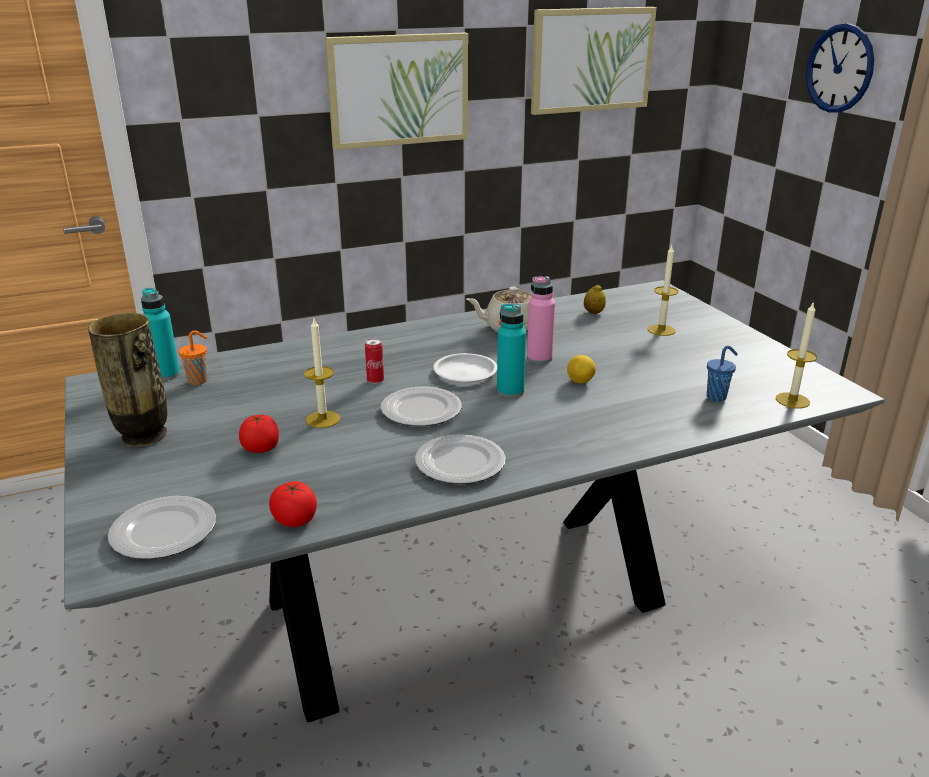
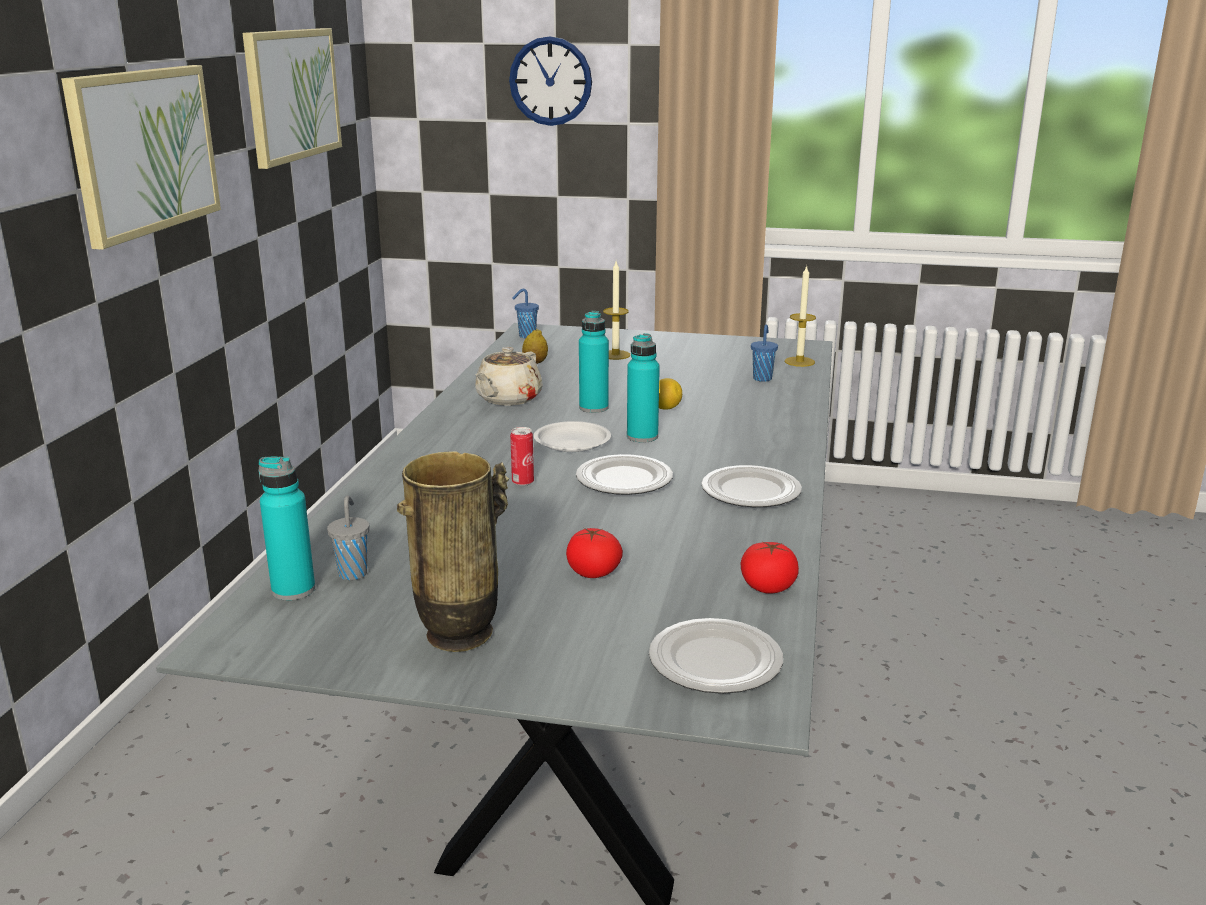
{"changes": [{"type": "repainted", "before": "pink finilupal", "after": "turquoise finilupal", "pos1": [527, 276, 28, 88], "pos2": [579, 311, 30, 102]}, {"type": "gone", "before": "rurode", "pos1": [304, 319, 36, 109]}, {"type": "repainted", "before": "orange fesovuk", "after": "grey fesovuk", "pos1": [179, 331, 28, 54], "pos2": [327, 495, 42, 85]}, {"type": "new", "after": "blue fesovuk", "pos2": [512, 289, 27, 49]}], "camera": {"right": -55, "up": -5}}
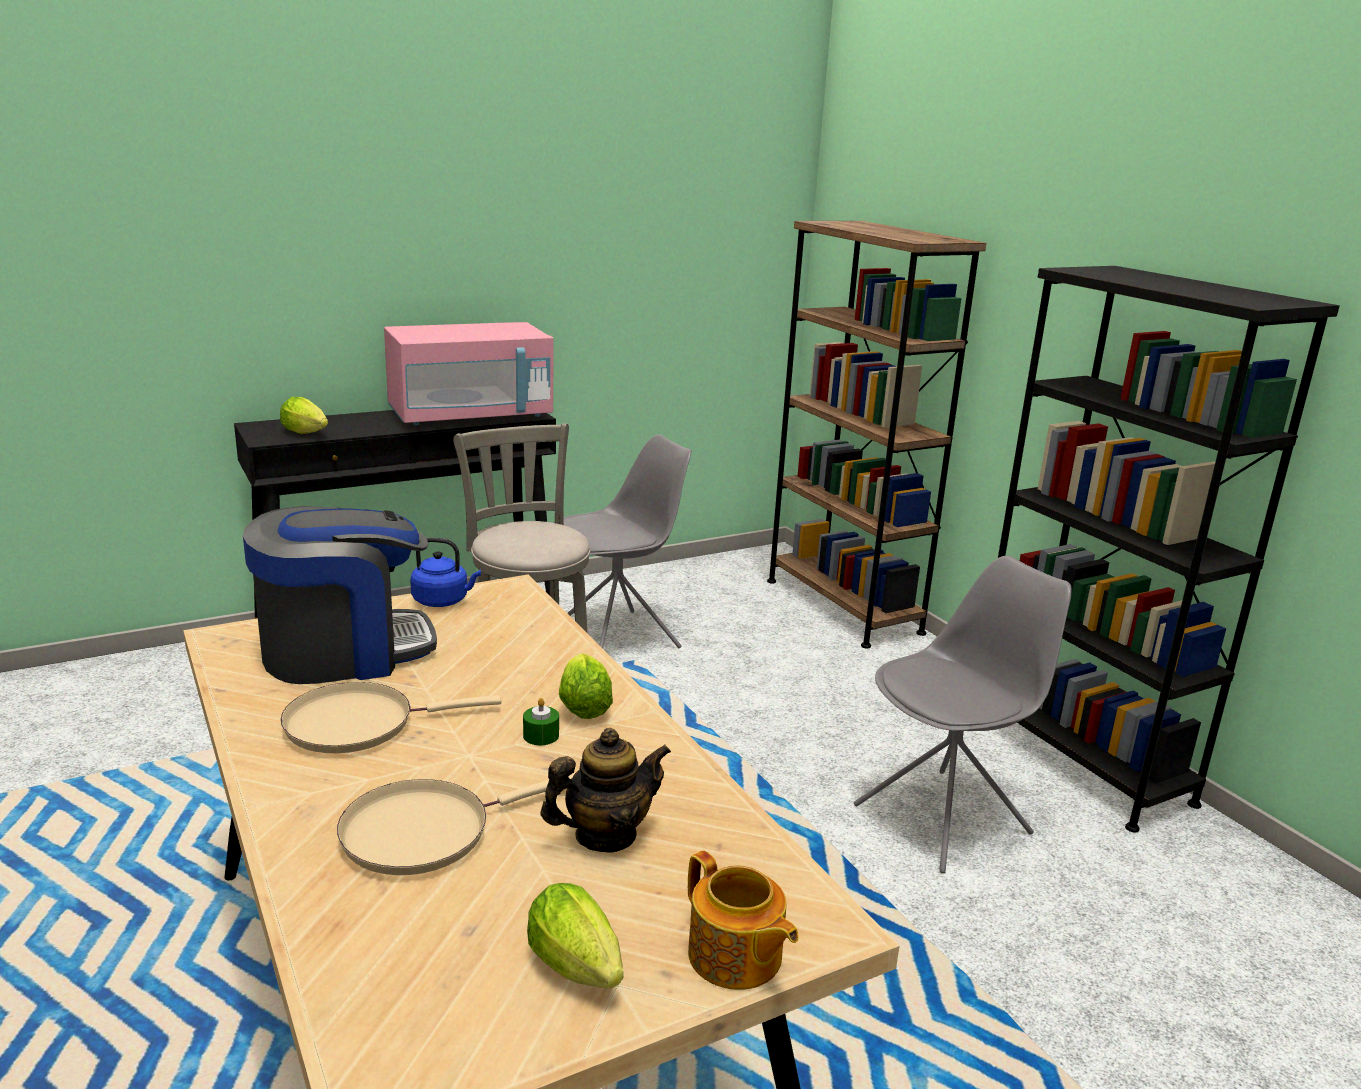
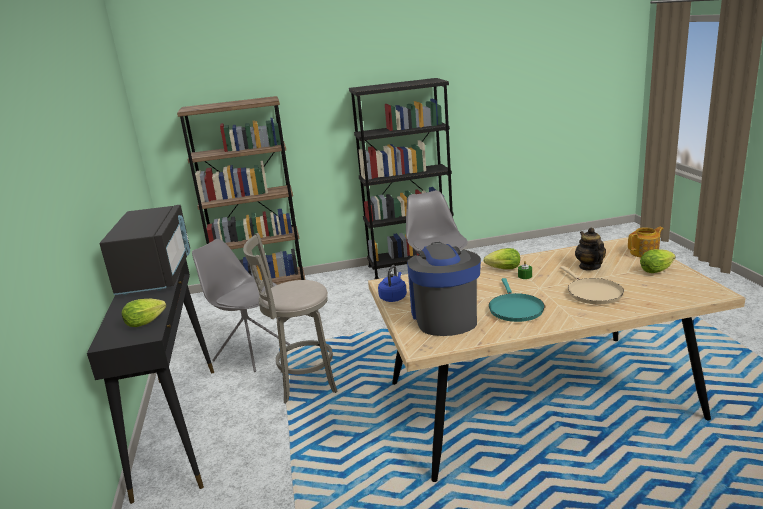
{"changes": [{"type": "repainted", "before": "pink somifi", "after": "black somifi", "pos1": [384, 322, 170, 103], "pos2": [100, 205, 90, 90]}, {"type": "rotated", "before": "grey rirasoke", "pos1": [563, 435, 129, 214], "pos2": [192, 239, 98, 133], "turn": -45}, {"type": "repainted", "before": "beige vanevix", "after": "turquoise vanevix", "pos1": [280, 682, 222, 71], "pos2": [489, 278, 56, 44]}], "camera": {"right": -70, "up": 0}}
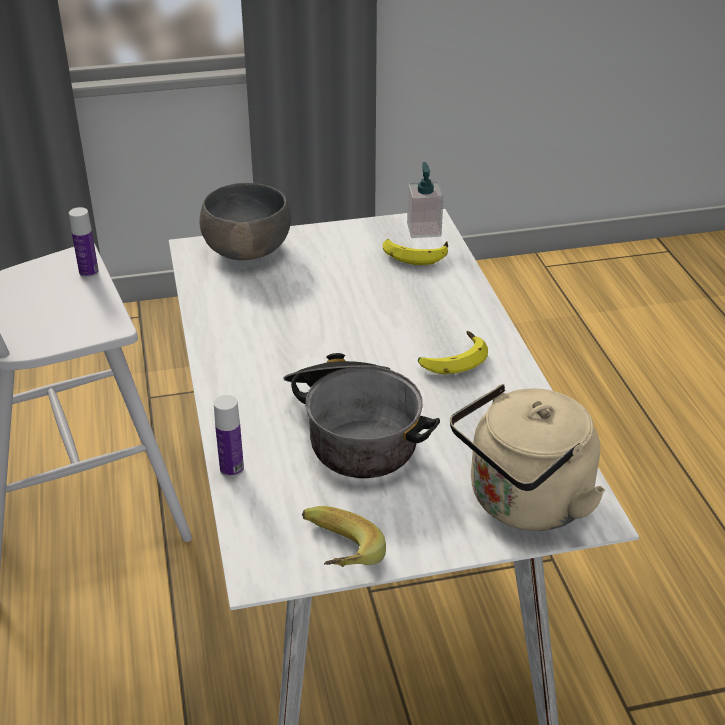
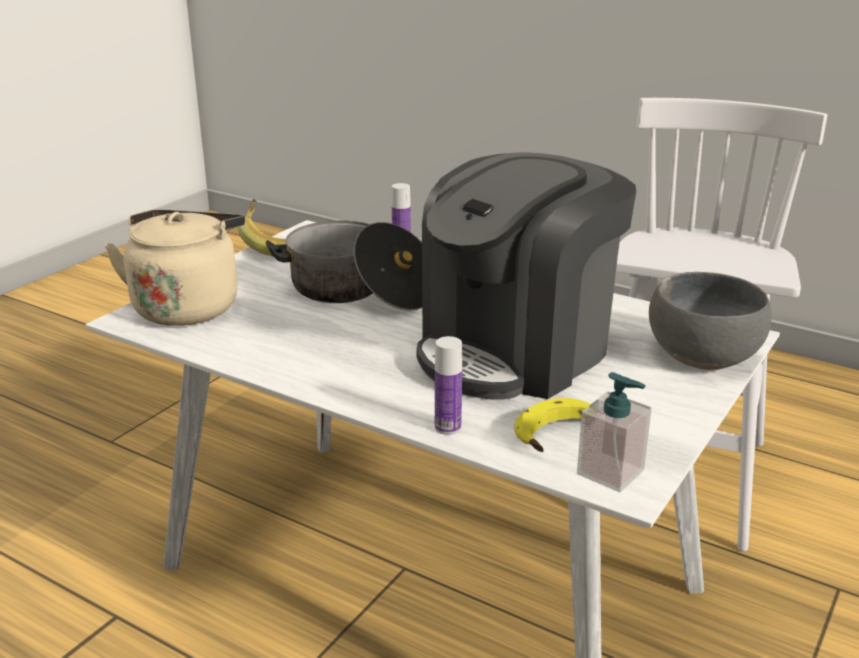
{"changes": [{"type": "shifted", "before": "finilupal", "pos1": [69, 207, 30, 71], "pos2": [435, 336, 27, 99]}, {"type": "gone", "before": "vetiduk", "pos1": [418, 331, 70, 43]}, {"type": "new", "after": "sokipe", "pos2": [416, 152, 220, 248]}], "camera": {"right": 135, "up": -10}}
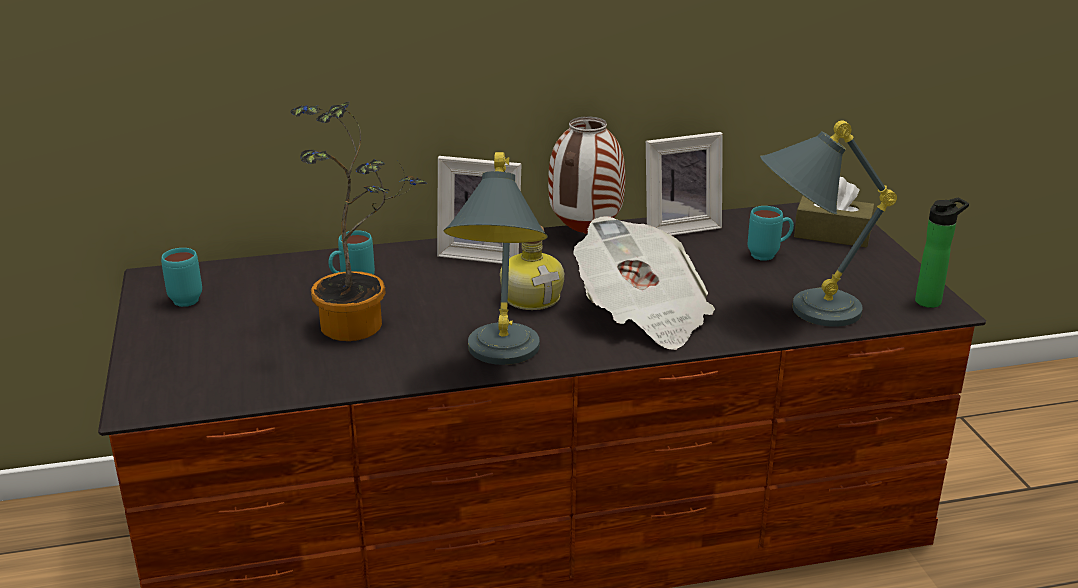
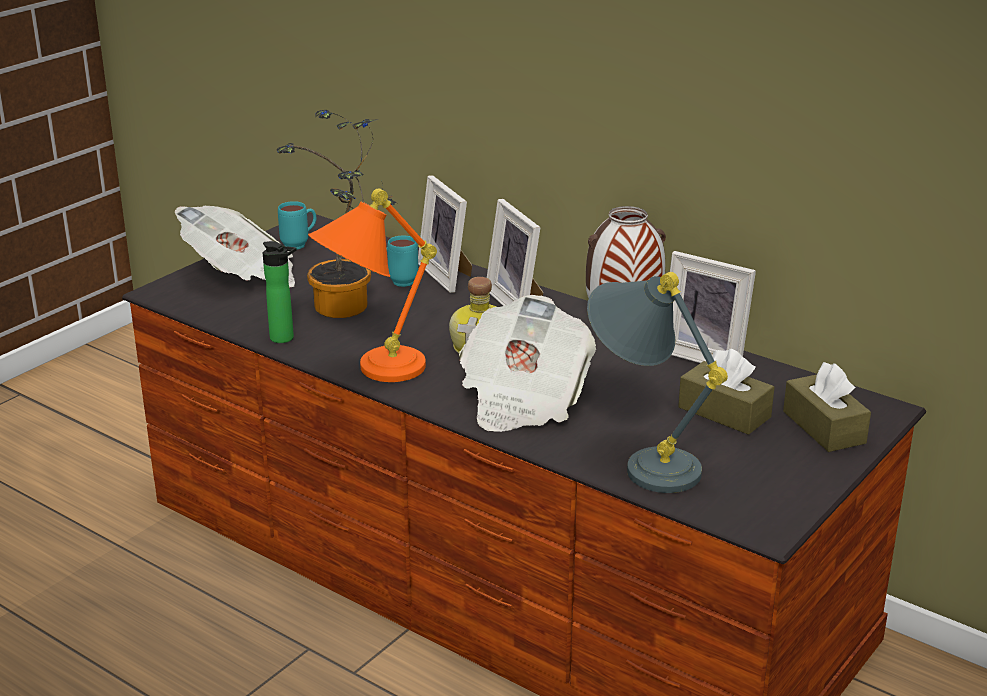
{"changes": [{"type": "repainted", "before": "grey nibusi", "after": "orange nibusi", "pos1": [443, 152, 105, 213], "pos2": [308, 188, 129, 194]}, {"type": "shifted", "before": "finilupal", "pos1": [915, 198, 54, 110], "pos2": [263, 241, 34, 102]}, {"type": "swapped", "before": "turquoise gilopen", "after": "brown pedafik", "pos1": [748, 206, 46, 55], "pos2": [678, 349, 96, 86]}, {"type": "new", "after": "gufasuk", "pos2": [418, 176, 54, 117]}, {"type": "new", "after": "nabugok", "pos2": [175, 206, 120, 81]}], "camera": {"right": 50, "up": 0}}
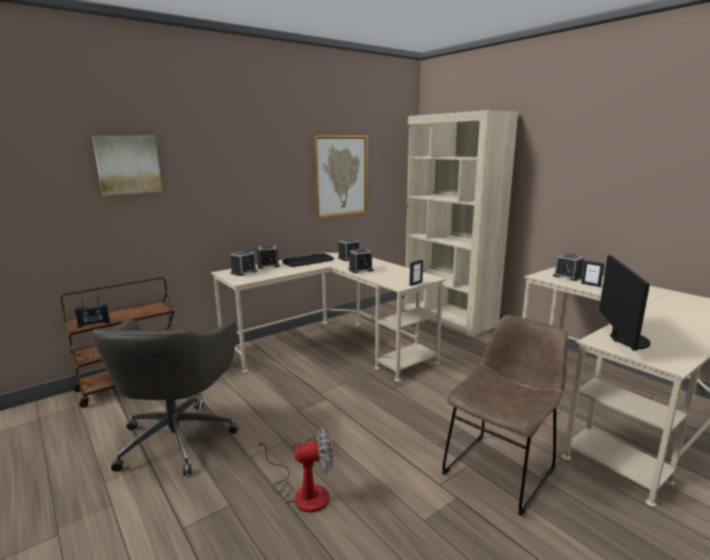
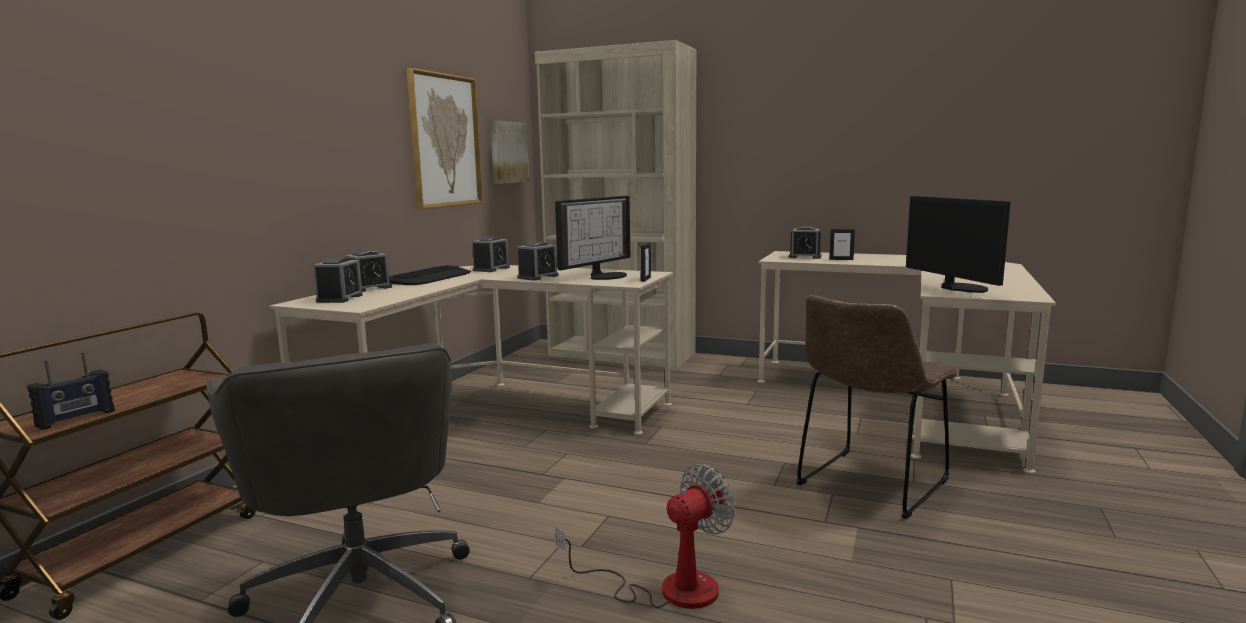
{"changes": [{"type": "shifted", "before": "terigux", "pos1": [92, 135, 70, 61], "pos2": [490, 120, 39, 64]}, {"type": "rotated", "before": "brown rirasoke", "pos1": [442, 315, 126, 201], "pos2": [796, 295, 161, 224], "turn": -150}, {"type": "new", "after": "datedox", "pos2": [555, 196, 75, 84]}], "camera": {"right": -30, "up": -5}}
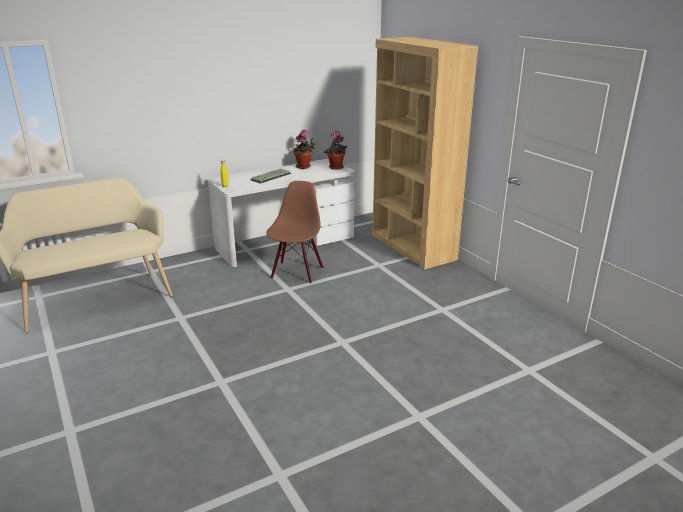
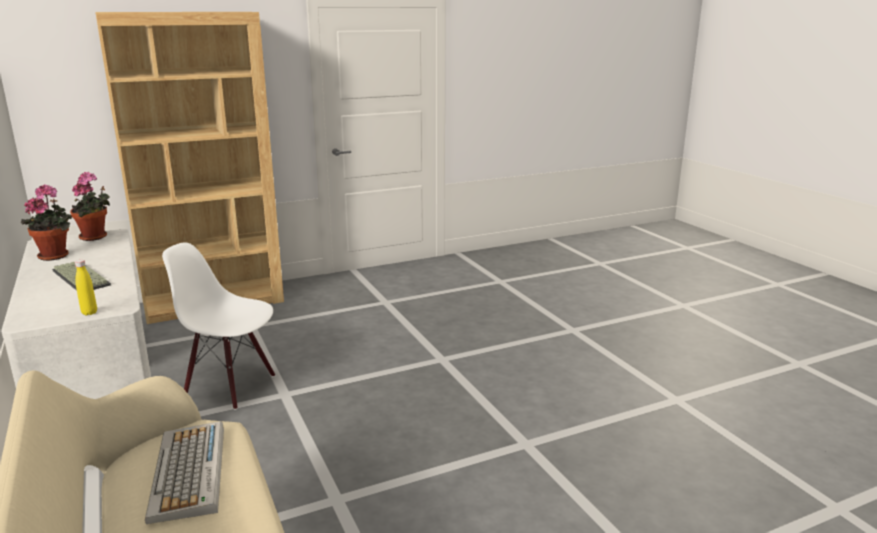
{"changes": [{"type": "repainted", "before": "brown rirasoke", "after": "white rirasoke", "pos1": [266, 181, 57, 102], "pos2": [162, 242, 113, 168]}, {"type": "new", "after": "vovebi", "pos2": [145, 421, 79, 103]}], "camera": {"right": -85, "up": -5}}
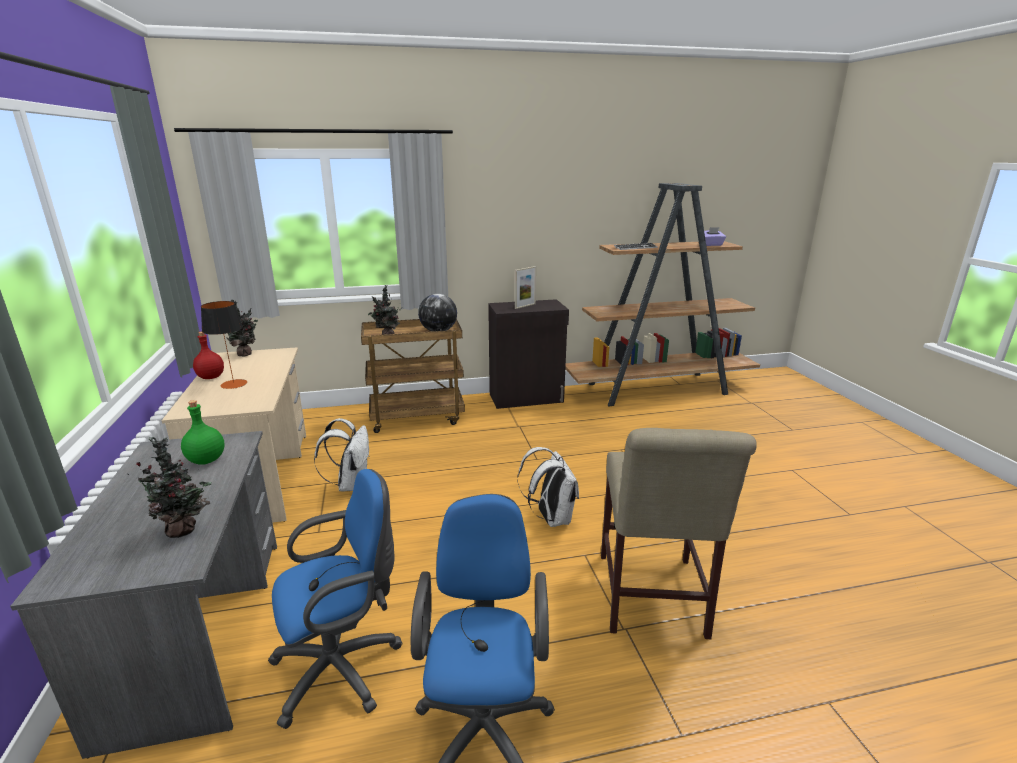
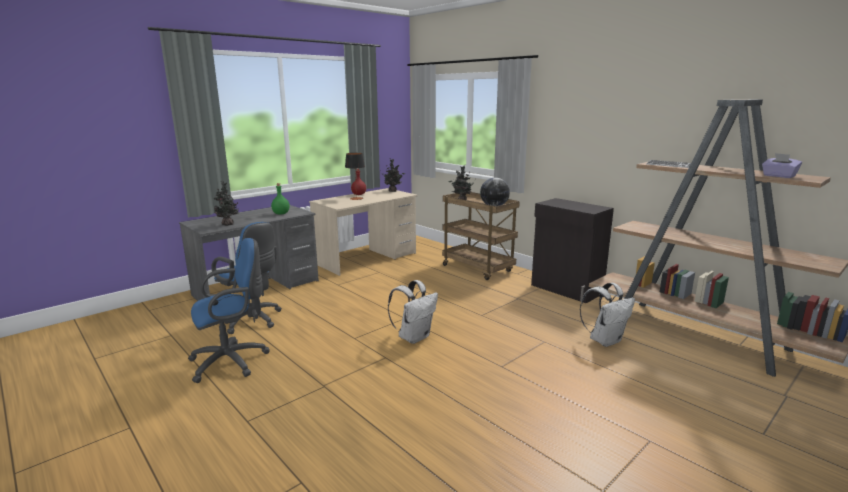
{"changes": [{"type": "gone", "before": "gufasuk", "pos1": [515, 266, 21, 43]}, {"type": "shifted", "before": "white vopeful", "pos1": [314, 418, 56, 73], "pos2": [580, 283, 55, 64]}, {"type": "gone", "before": "beige rirasoke", "pos1": [601, 428, 156, 211]}], "camera": {"right": 60, "up": -5}}
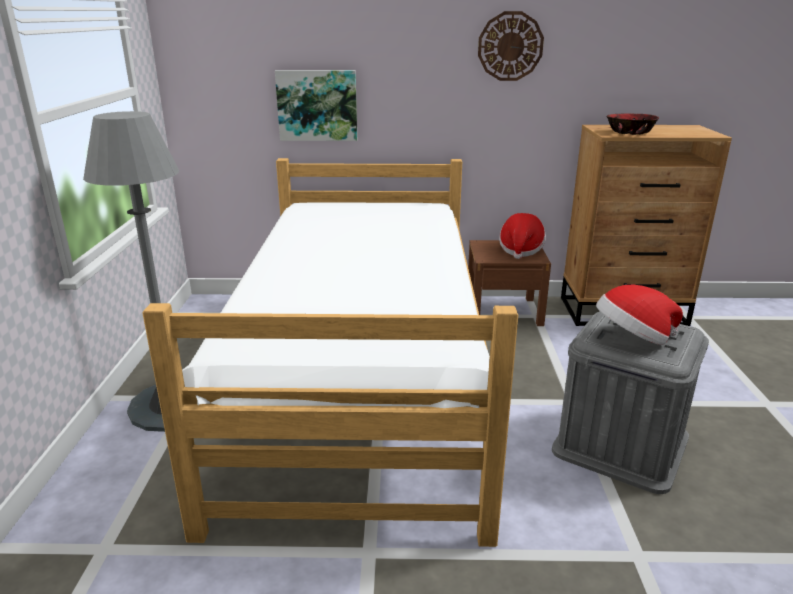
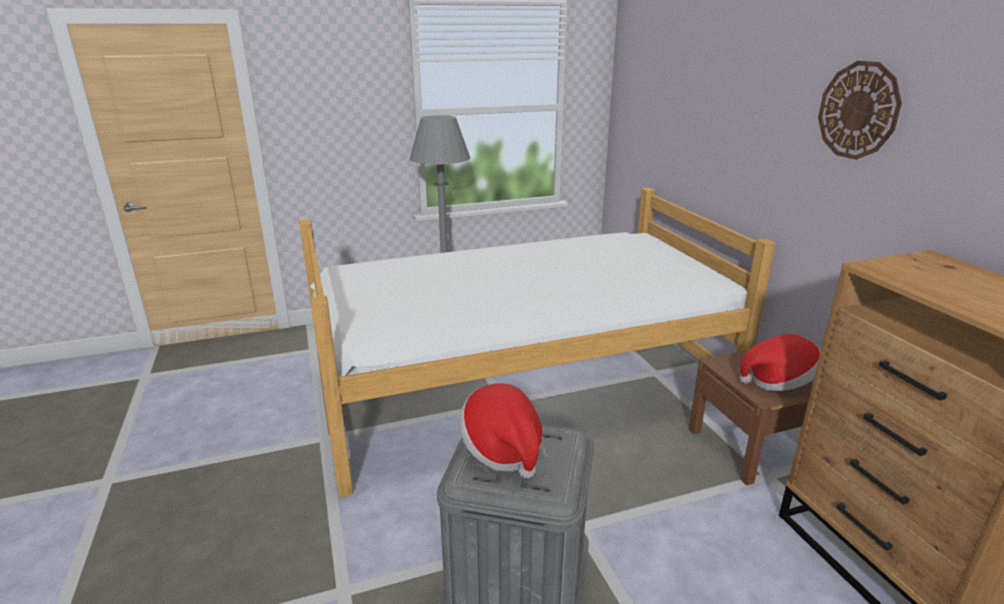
{"changes": [{"type": "gone", "before": "terigux", "pos1": [275, 70, 82, 71]}, {"type": "gone", "before": "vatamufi", "pos1": [606, 113, 53, 22]}], "camera": {"right": 70, "up": 0}}
